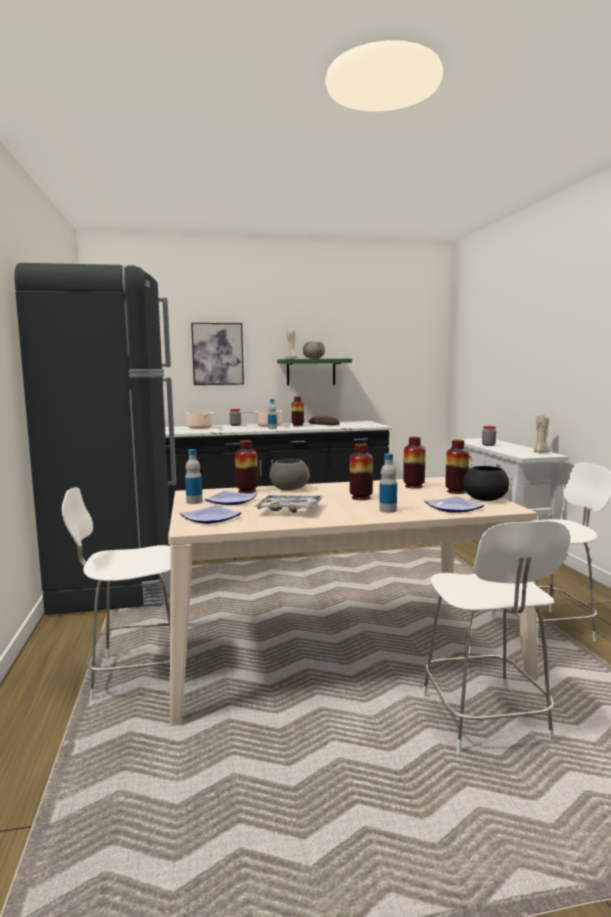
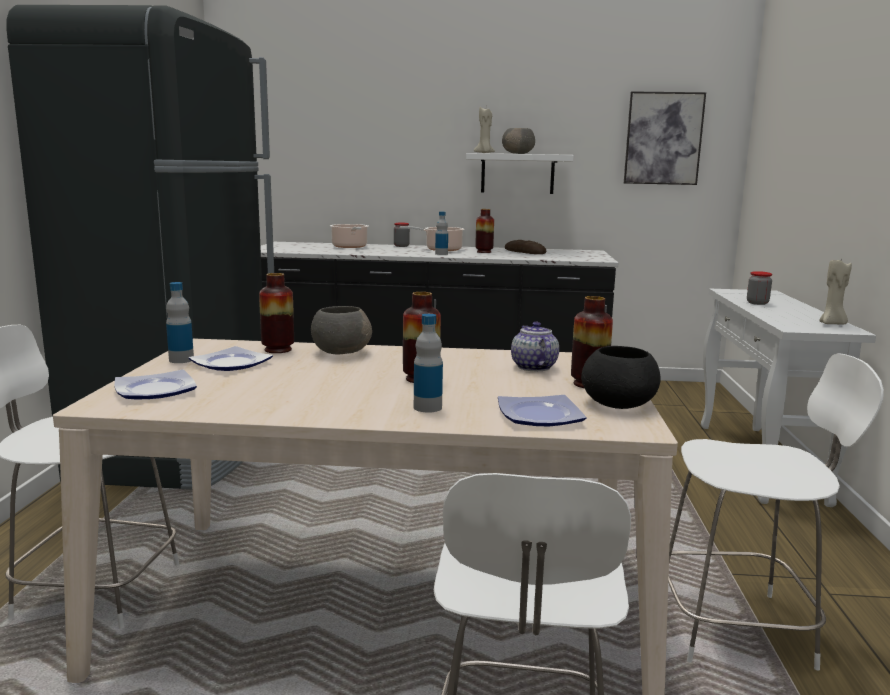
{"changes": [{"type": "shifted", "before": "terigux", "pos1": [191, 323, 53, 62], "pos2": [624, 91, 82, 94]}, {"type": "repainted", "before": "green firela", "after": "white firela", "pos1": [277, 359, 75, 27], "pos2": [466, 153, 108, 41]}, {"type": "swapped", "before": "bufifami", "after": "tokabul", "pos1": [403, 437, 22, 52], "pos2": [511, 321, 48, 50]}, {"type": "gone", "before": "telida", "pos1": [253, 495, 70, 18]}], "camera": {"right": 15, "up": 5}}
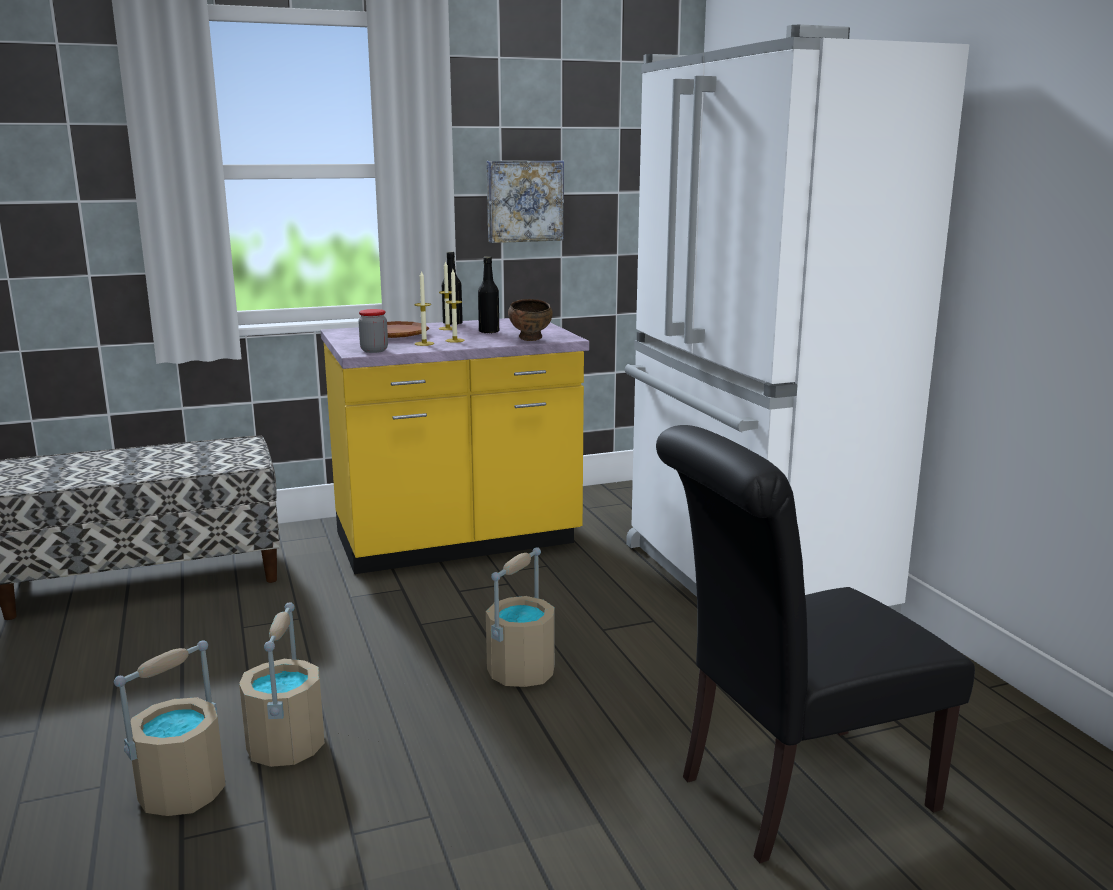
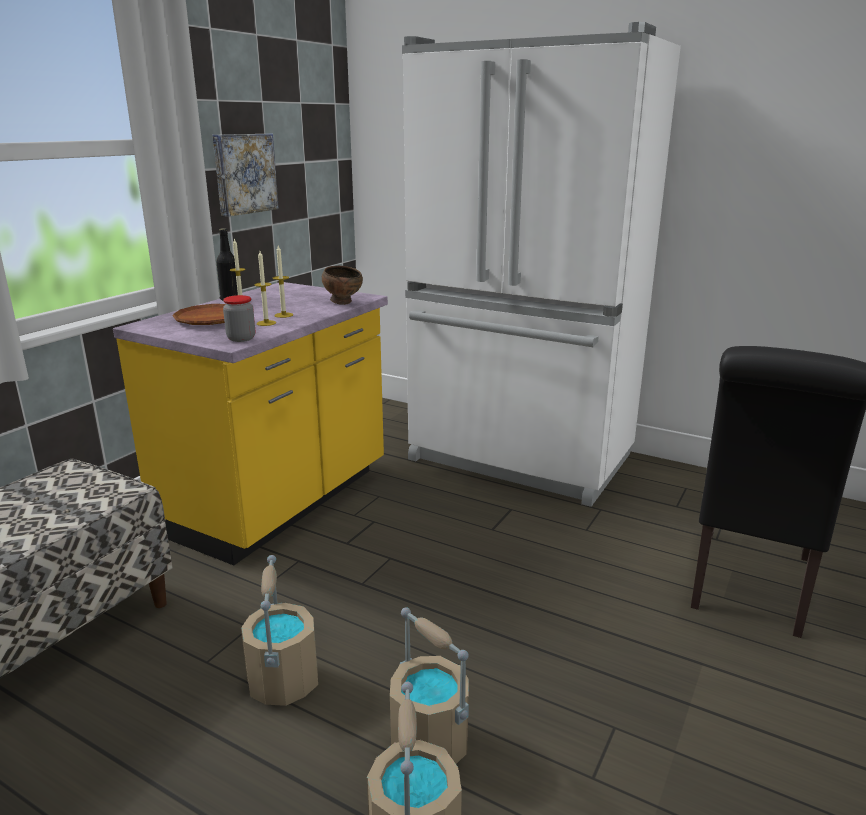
{"changes": [{"type": "gone", "before": "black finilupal", "pos1": [478, 257, 21, 77]}, {"type": "shifted", "before": "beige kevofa", "pos1": [486, 547, 69, 140], "pos2": [241, 555, 77, 151]}], "camera": {"right": -40, "up": 5}}
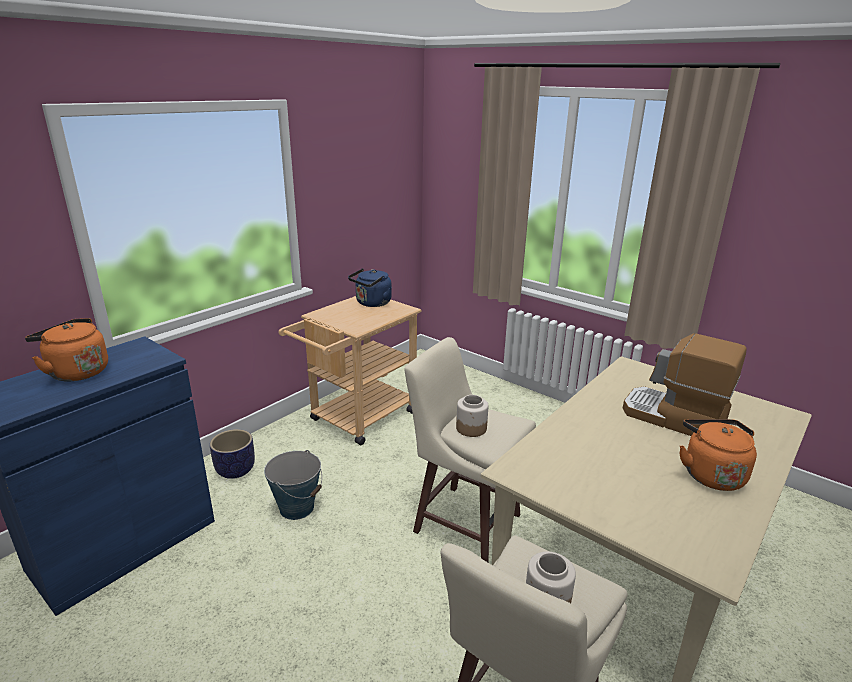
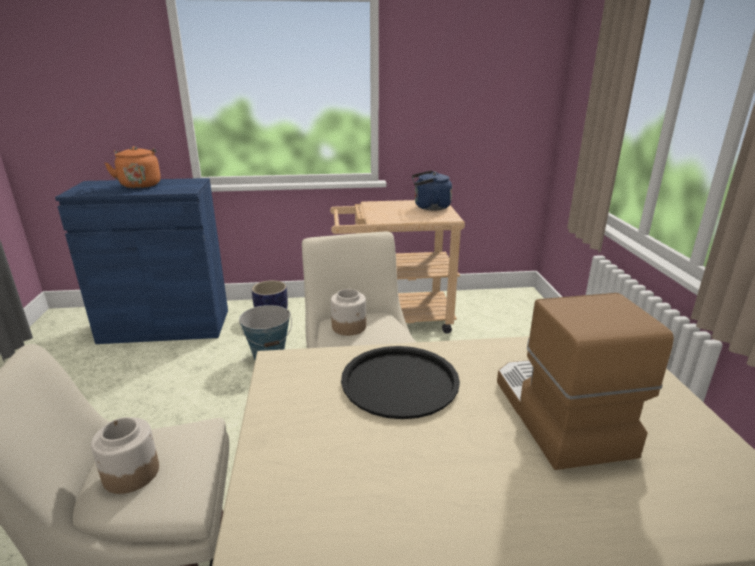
{"changes": [{"type": "gone", "before": "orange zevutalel", "pos1": [680, 419, 77, 72]}, {"type": "new", "after": "black telida", "pos2": [341, 346, 119, 73]}], "camera": {"right": 45, "up": 0}}
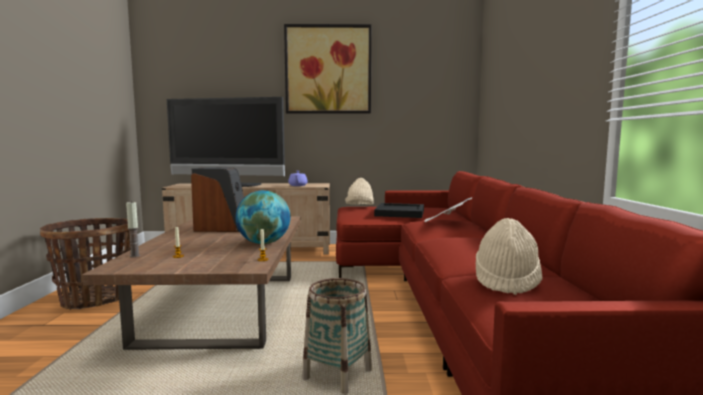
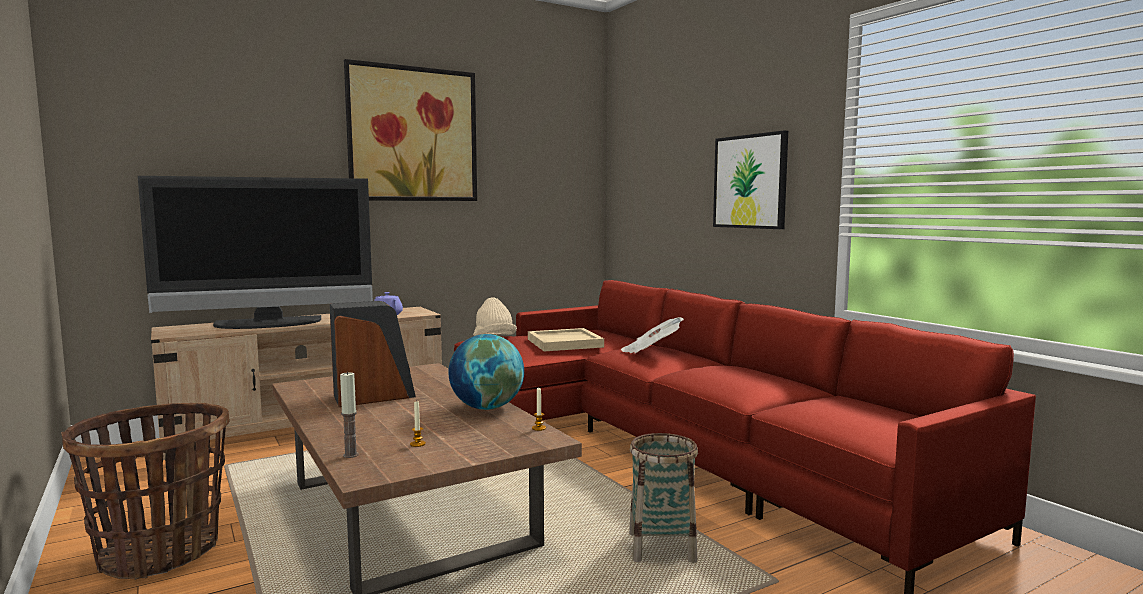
{"changes": [{"type": "repainted", "before": "black telida", "after": "beige telida", "pos1": [374, 203, 50, 15], "pos2": [528, 328, 76, 23]}, {"type": "gone", "before": "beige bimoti", "pos1": [476, 218, 66, 77]}, {"type": "new", "after": "terigux", "pos2": [713, 130, 75, 99]}], "camera": {"right": -30, "up": 0}}
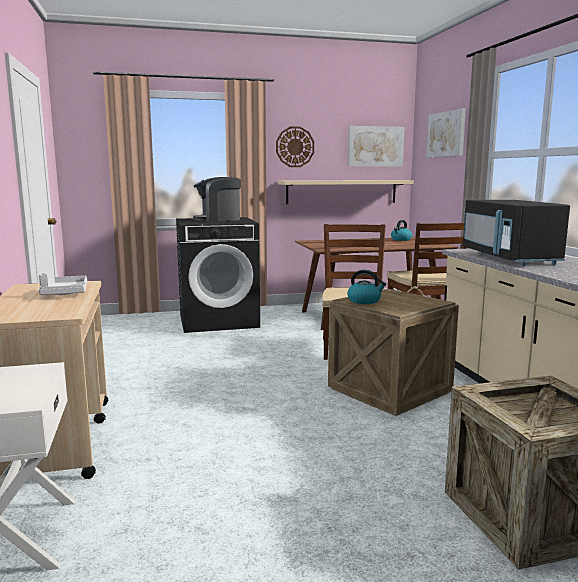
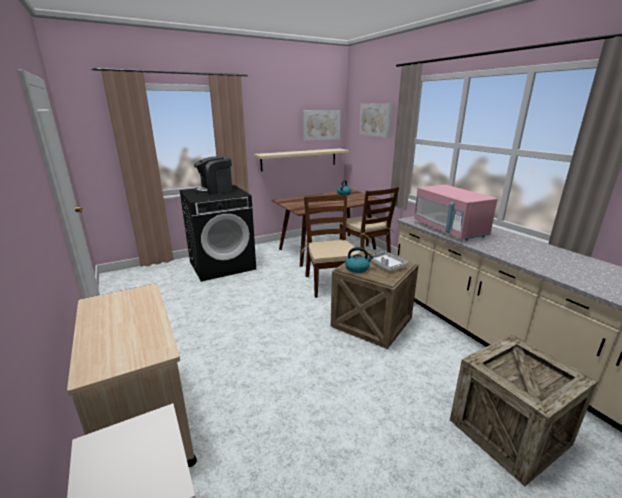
{"changes": [{"type": "gone", "before": "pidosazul", "pos1": [276, 126, 38, 41]}, {"type": "repainted", "before": "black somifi", "after": "pink somifi", "pos1": [463, 200, 107, 66], "pos2": [414, 185, 84, 56]}, {"type": "shifted", "before": "white telida", "pos1": [39, 273, 48, 22], "pos2": [372, 251, 36, 20]}], "camera": {"right": -15, "up": 10}}
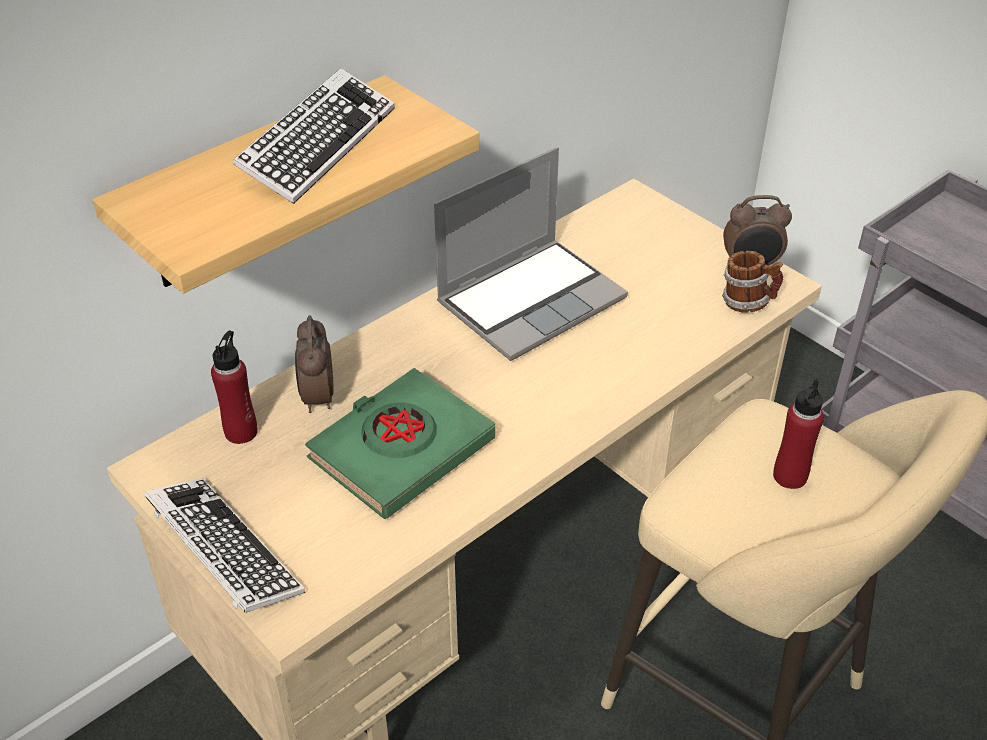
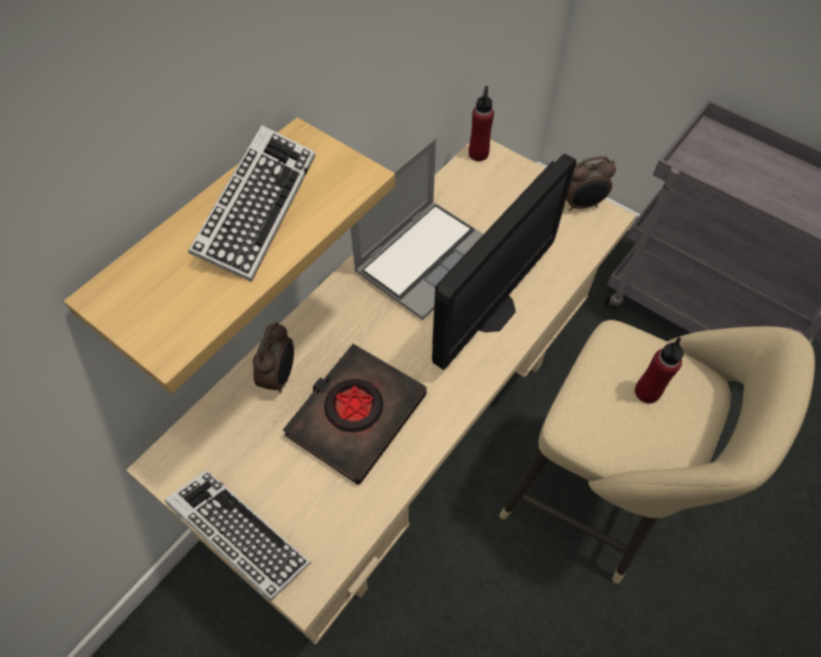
{"changes": [{"type": "gone", "before": "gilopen", "pos1": [722, 251, 61, 62]}, {"type": "rotated", "before": "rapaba", "pos1": [295, 315, 39, 98], "pos2": [253, 322, 41, 71], "turn": -150}, {"type": "shifted", "before": "red finilupal", "pos1": [211, 331, 47, 113], "pos2": [469, 86, 25, 75]}, {"type": "repainted", "before": "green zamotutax", "after": "black zamotutax", "pos1": [305, 368, 190, 151], "pos2": [283, 344, 144, 141]}, {"type": "new", "after": "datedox", "pos2": [432, 154, 144, 216]}], "camera": {"right": -10, "up": 15}}
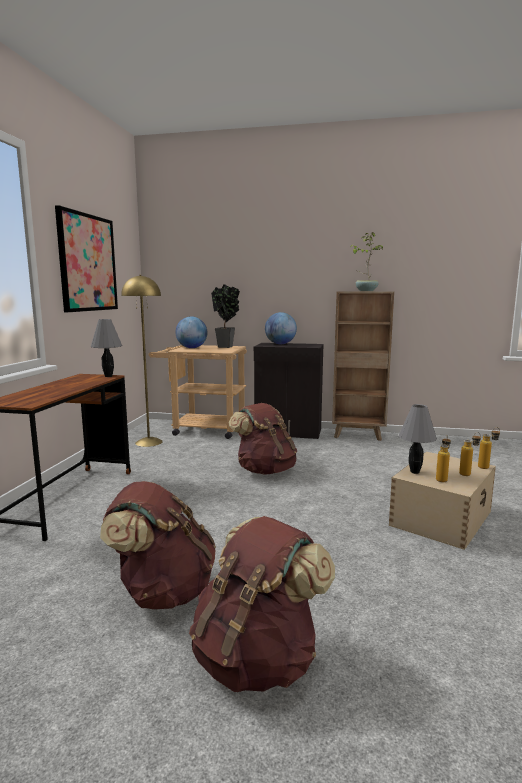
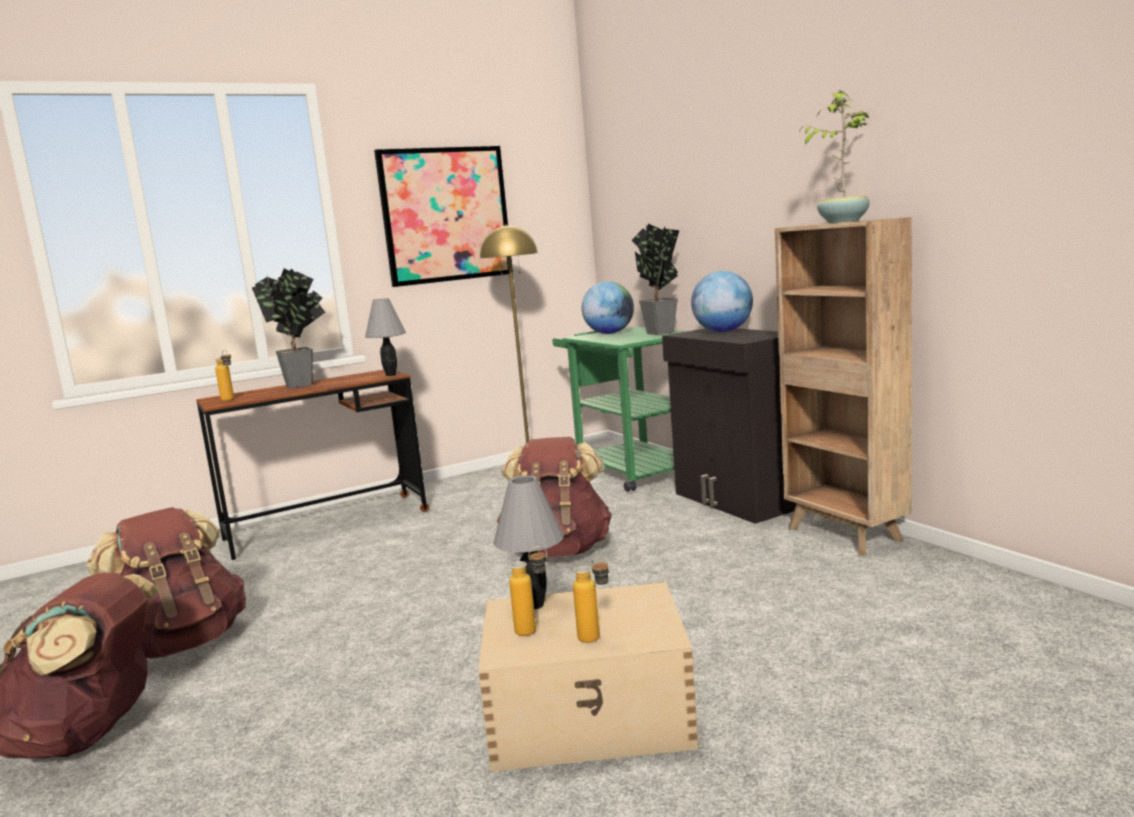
{"changes": [{"type": "repainted", "before": "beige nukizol", "after": "green nukizol", "pos1": [149, 345, 98, 94], "pos2": [553, 327, 134, 165]}, {"type": "shifted", "before": "finilupal", "pos1": [478, 427, 22, 42], "pos2": [215, 349, 19, 52]}, {"type": "new", "after": "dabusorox", "pos2": [252, 269, 73, 119]}], "camera": {"right": 50, "up": 0}}
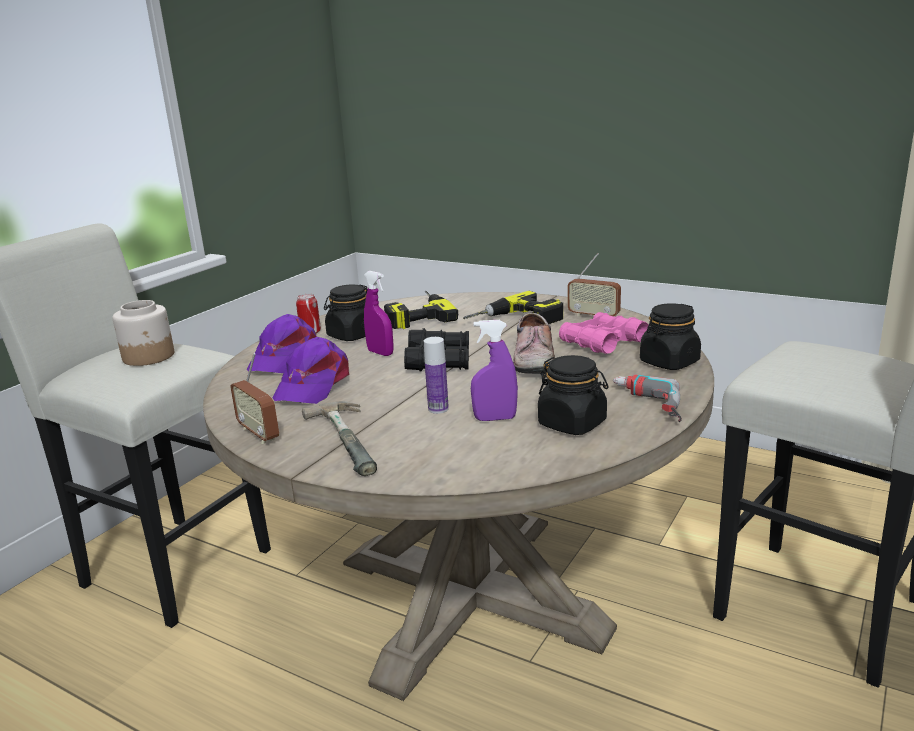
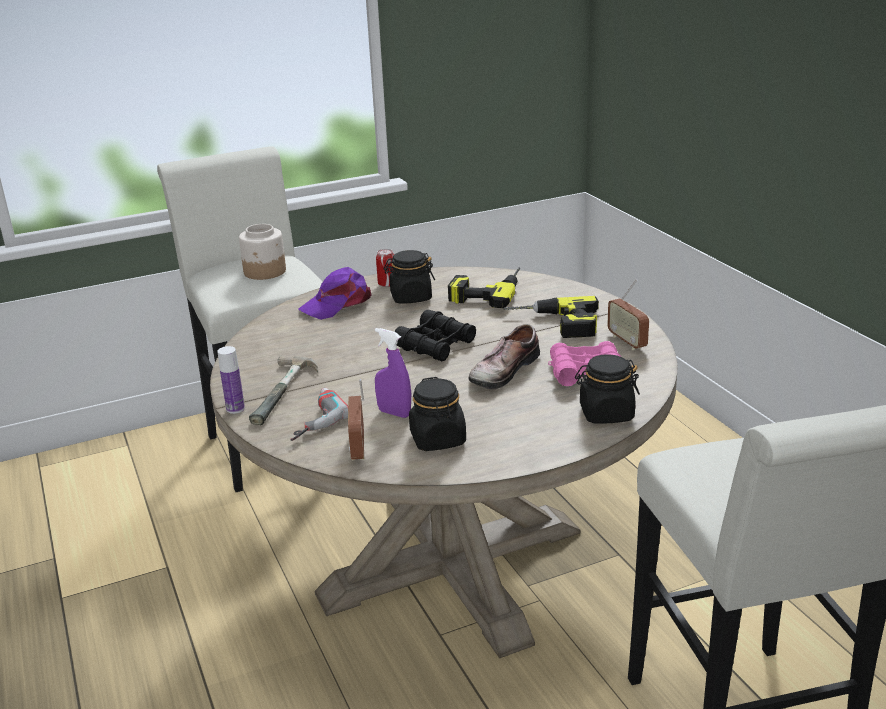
{"changes": [{"type": "gone", "before": "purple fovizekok", "pos1": [364, 271, 30, 85]}, {"type": "gone", "before": "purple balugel", "pos1": [273, 337, 77, 67]}, {"type": "shifted", "before": "finilupal", "pos1": [424, 337, 25, 77], "pos2": [217, 346, 28, 68]}, {"type": "shifted", "before": "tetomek", "pos1": [231, 353, 48, 91], "pos2": [348, 379, 17, 81]}, {"type": "shifted", "before": "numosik", "pos1": [613, 374, 69, 48], "pos2": [290, 388, 58, 53]}], "camera": {"right": 35, "up": 5}}
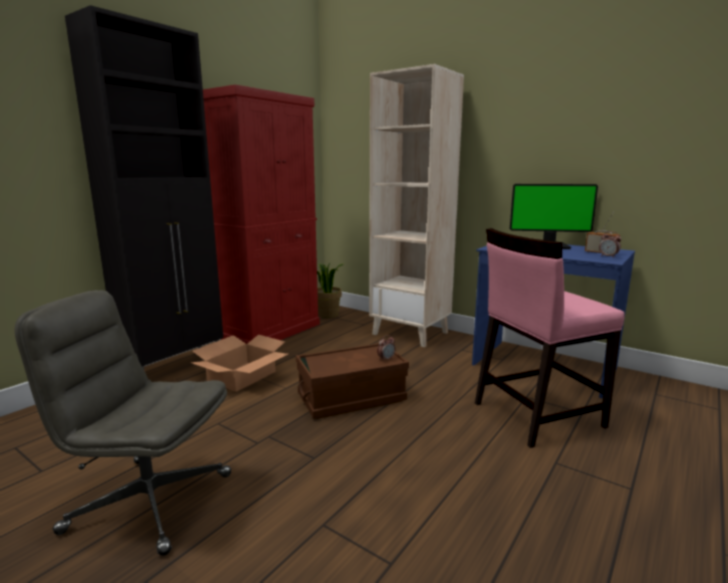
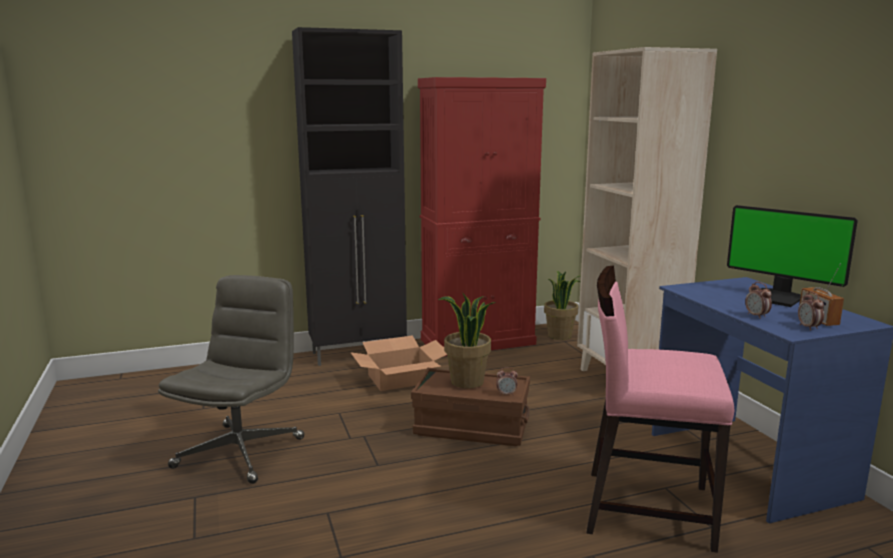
{"changes": [{"type": "rotated", "before": "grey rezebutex", "pos1": [14, 290, 217, 266], "pos2": [158, 275, 147, 209], "turn": 60}, {"type": "new", "after": "rapaba", "pos2": [745, 282, 27, 37]}, {"type": "new", "after": "dabusorox", "pos2": [438, 292, 58, 96]}], "camera": {"right": 35, "up": 0}}
